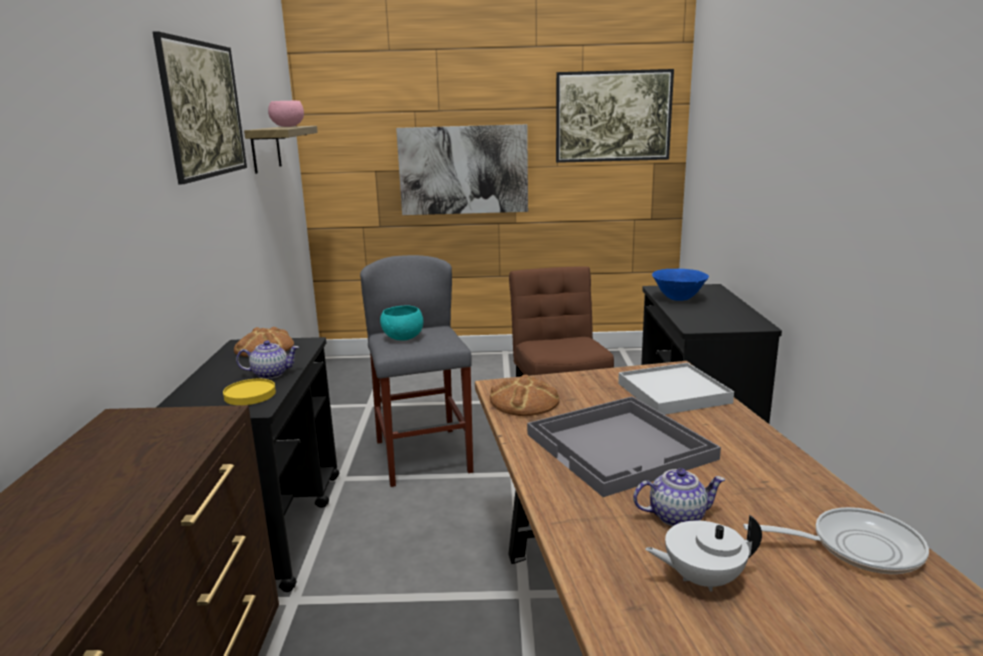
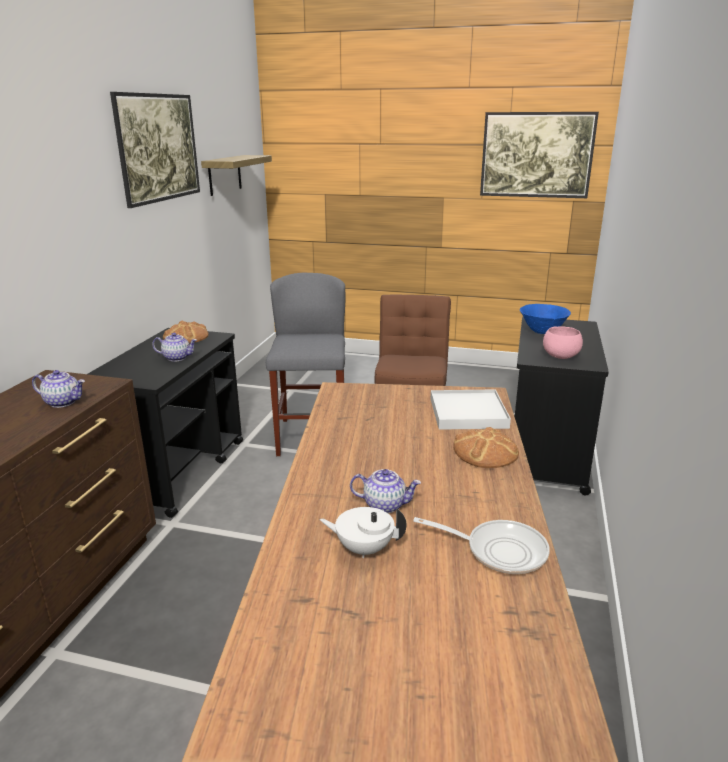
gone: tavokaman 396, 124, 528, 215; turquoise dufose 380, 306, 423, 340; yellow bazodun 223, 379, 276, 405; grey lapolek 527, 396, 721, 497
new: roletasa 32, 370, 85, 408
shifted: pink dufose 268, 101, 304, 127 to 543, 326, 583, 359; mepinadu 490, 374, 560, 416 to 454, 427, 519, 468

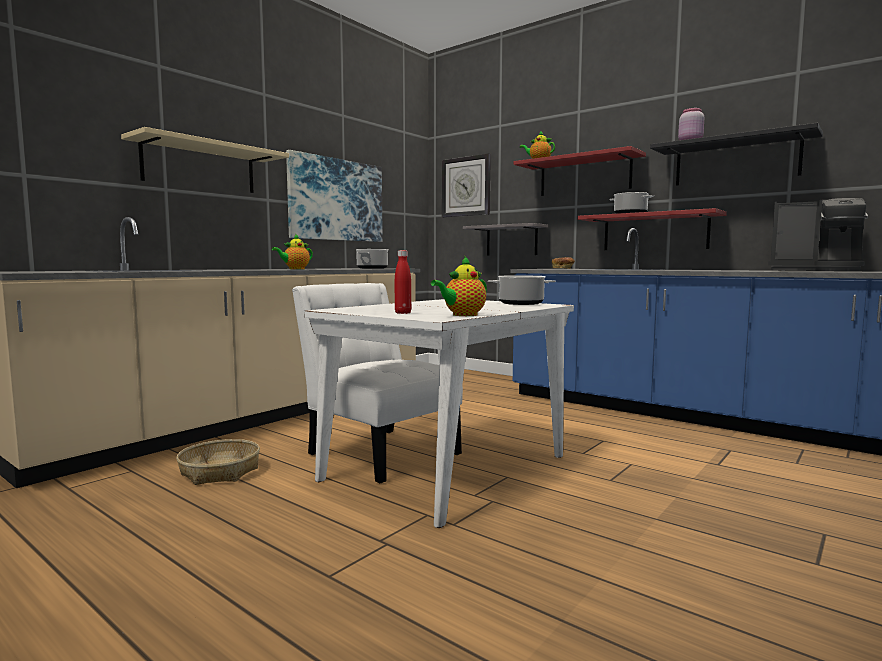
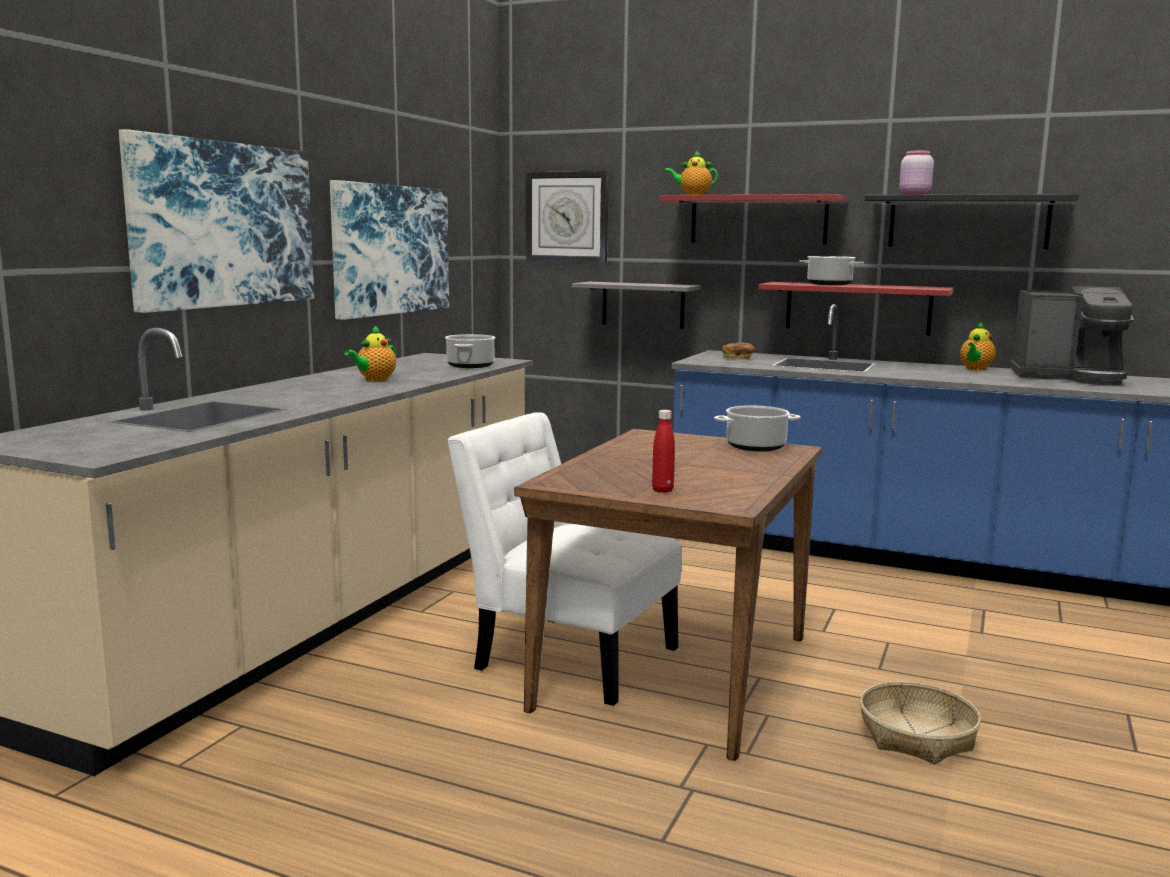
shifted: roletasa 431, 256, 487, 316 to 960, 321, 996, 370; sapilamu 176, 439, 260, 485 to 860, 682, 981, 764
swapped: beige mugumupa 121, 127, 289, 193 to tavokaman 119, 129, 314, 313
repainted: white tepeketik 304, 299, 574, 528 to brown tepeketik 514, 429, 822, 761

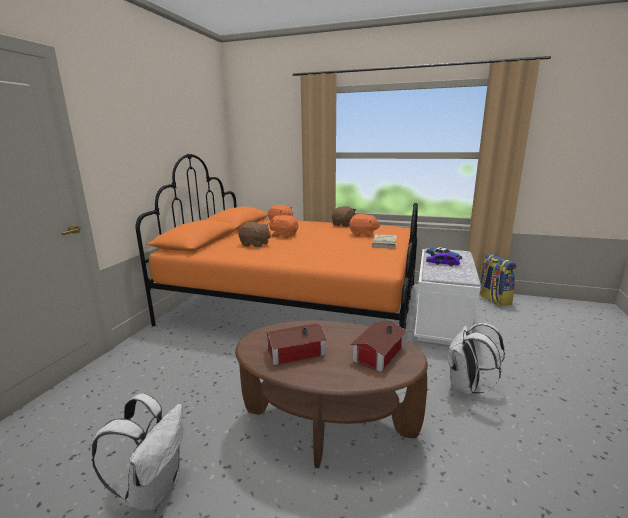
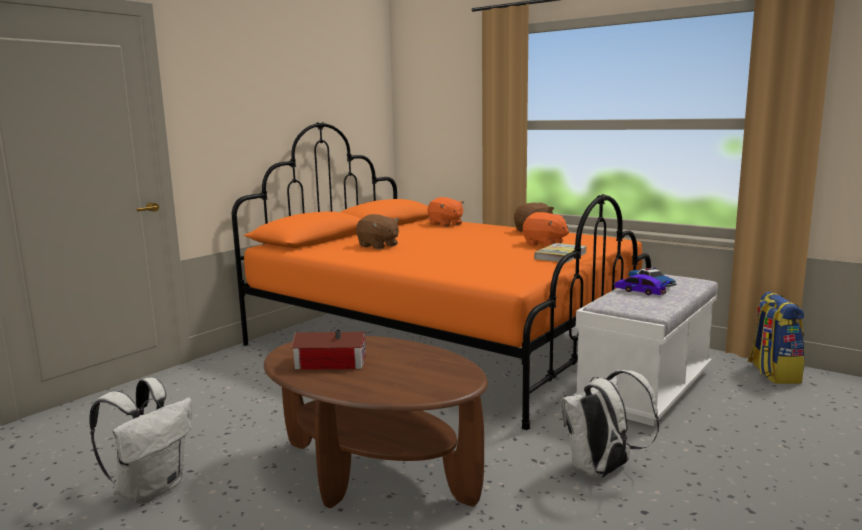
gone: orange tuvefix 269, 215, 298, 238; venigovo 350, 321, 406, 372

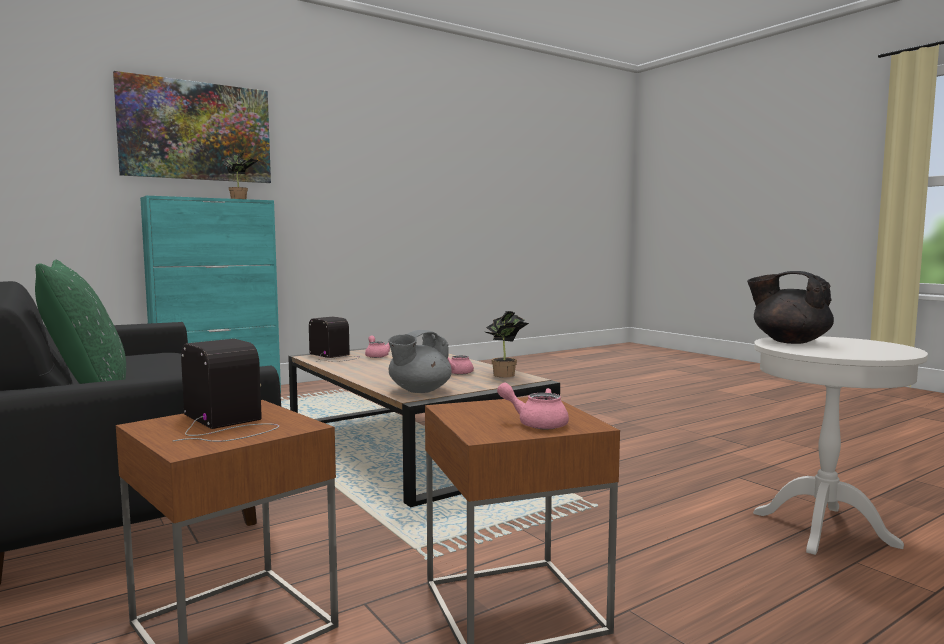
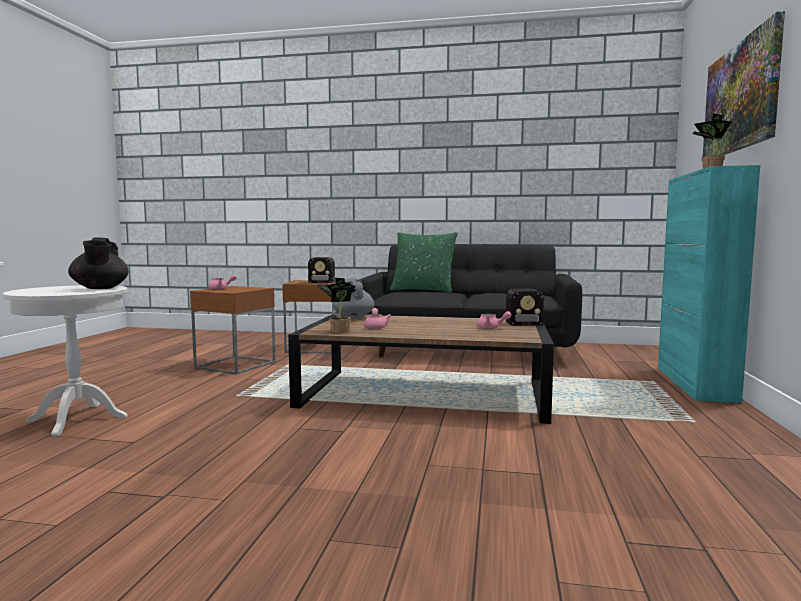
rotated: black roletasa 747, 271, 834, 344 = 68, 238, 129, 289 75 degrees clockwise

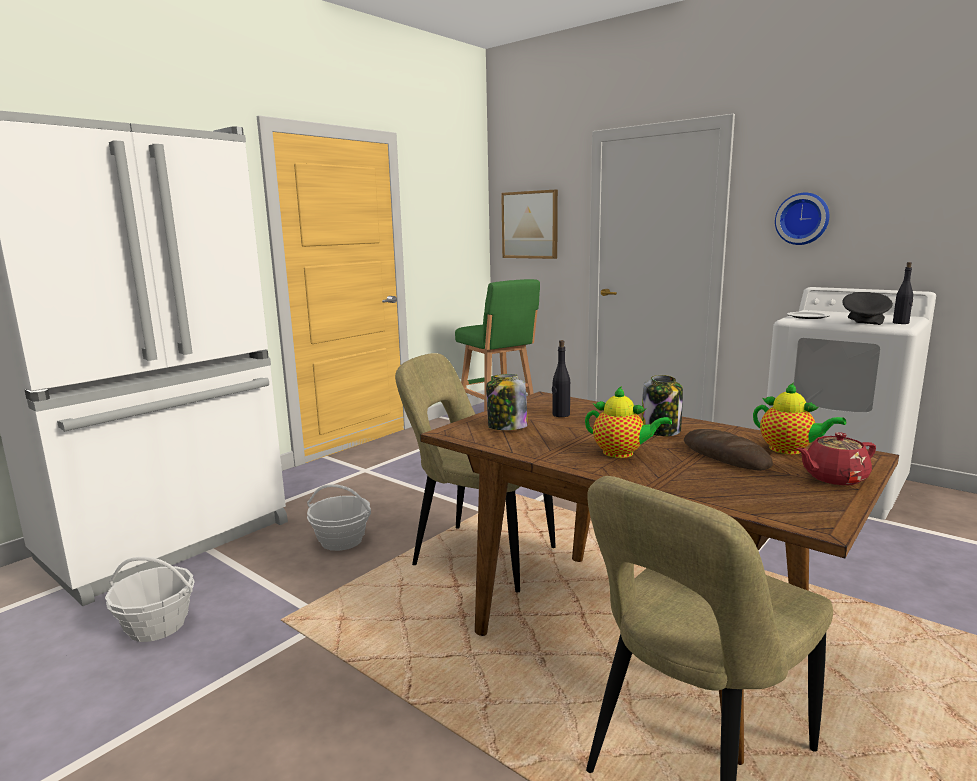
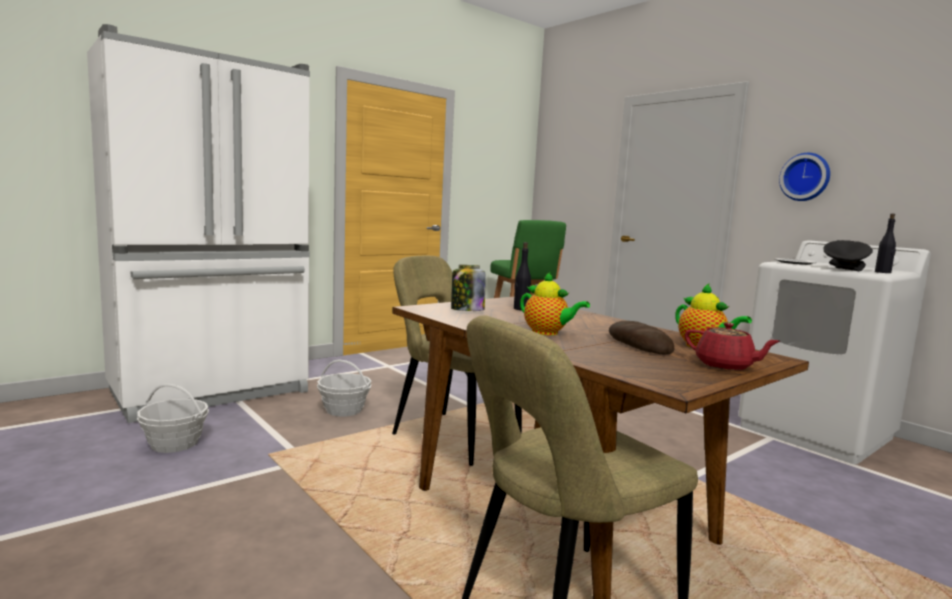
gone: tavokaman 501, 190, 558, 259; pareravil 642, 375, 683, 436
rotated: red roletasa 796, 432, 876, 485 = 685, 322, 781, 370 135 degrees counterclockwise

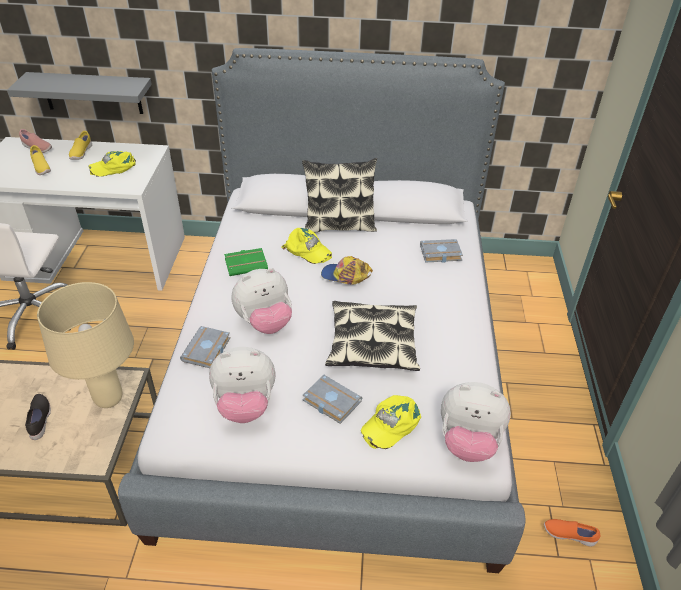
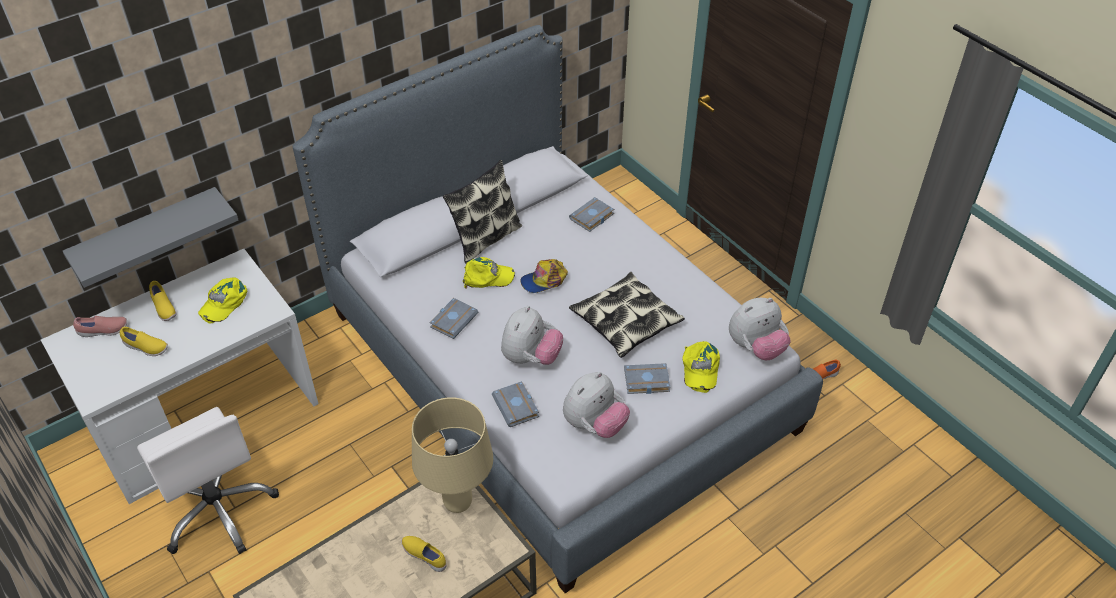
repainted: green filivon 224, 248, 268, 276 to grey filivon 430, 298, 479, 339; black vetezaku 25, 394, 51, 440 to yellow vetezaku 402, 536, 447, 572

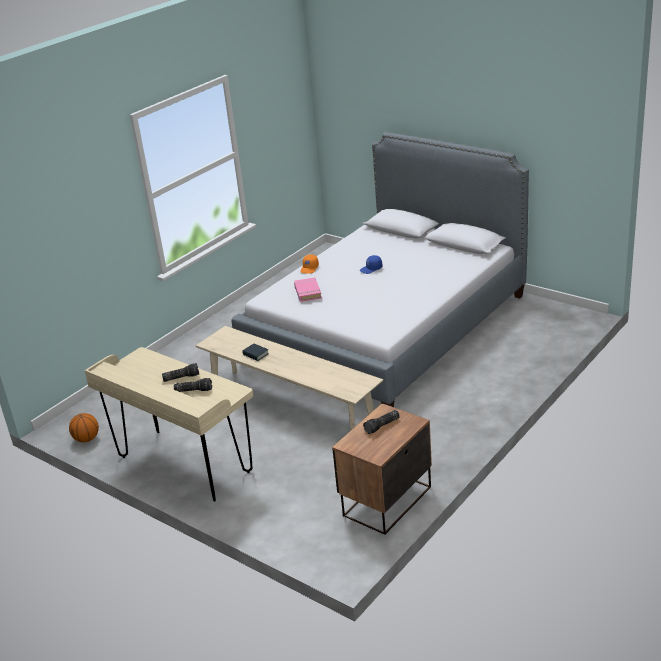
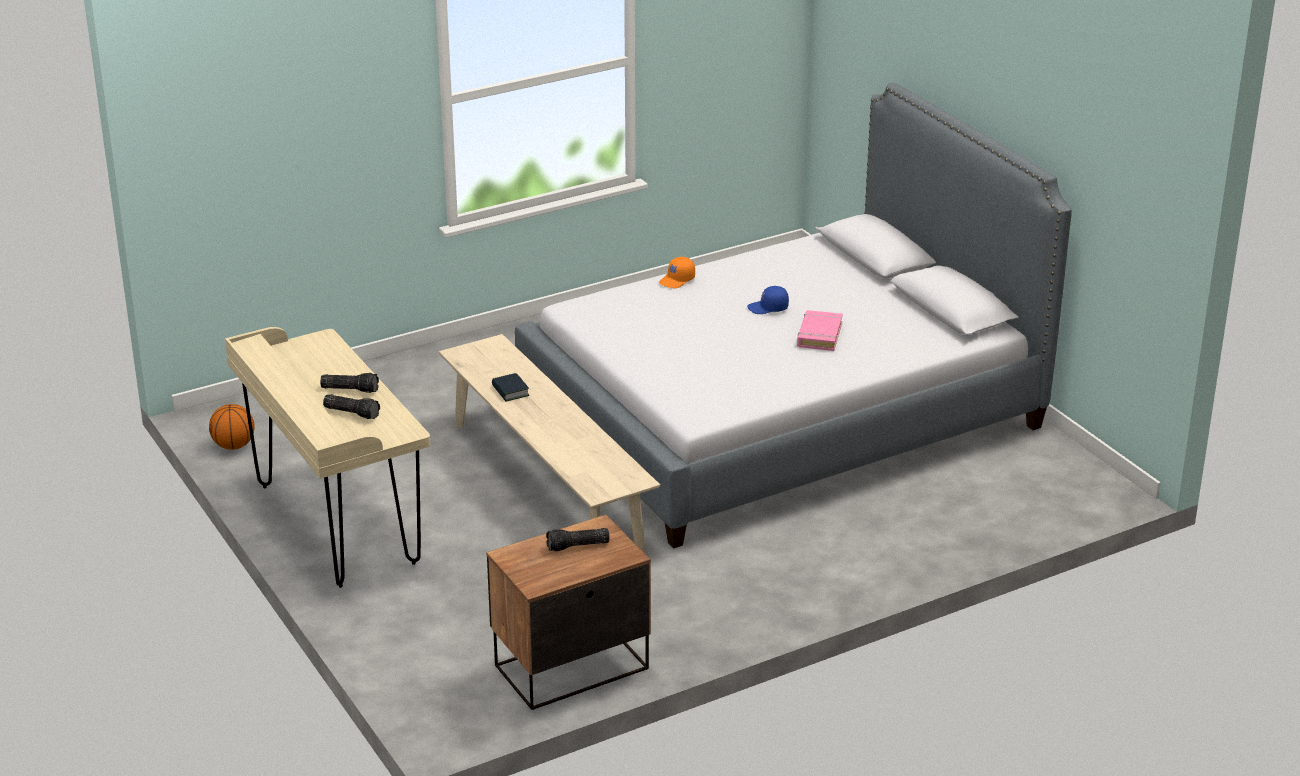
shifted: pink filivon 294, 277, 322, 302 to 797, 310, 843, 351

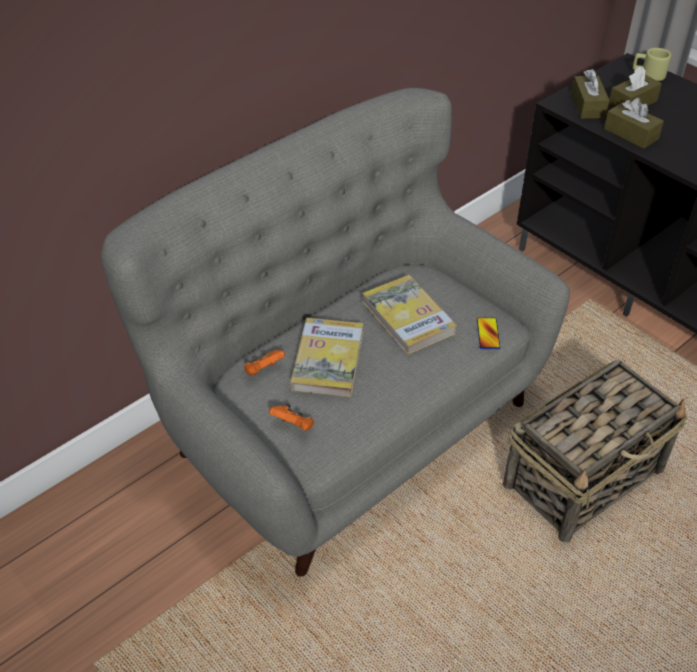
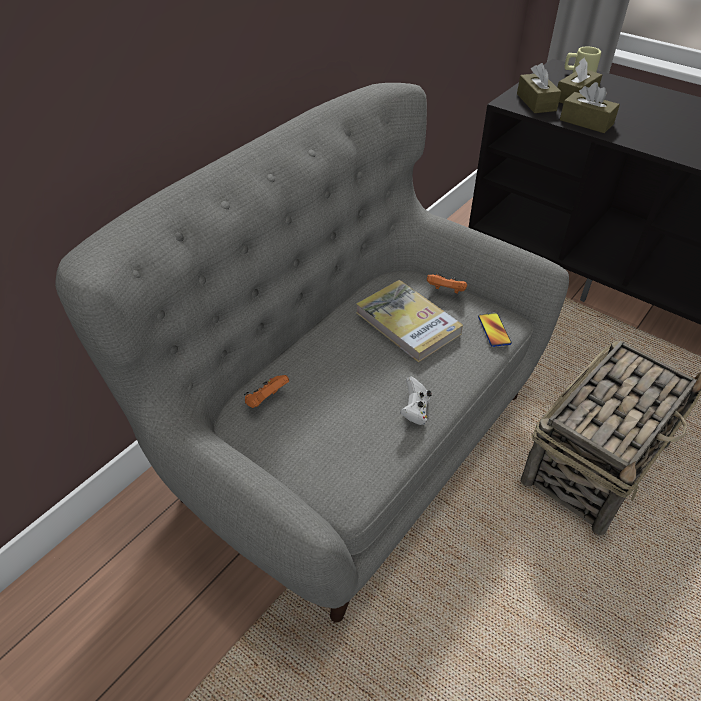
gone: filivon 291, 318, 363, 397
new: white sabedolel 400, 377, 432, 425
shifted: orange sabedolel 269, 404, 314, 430 to 427, 273, 467, 293

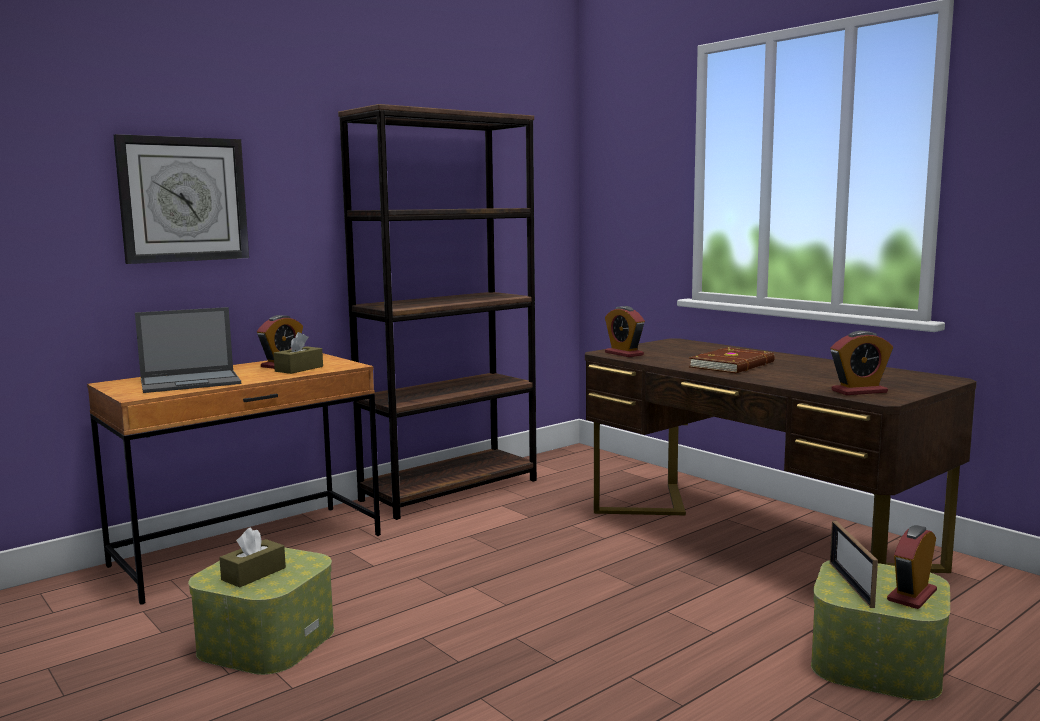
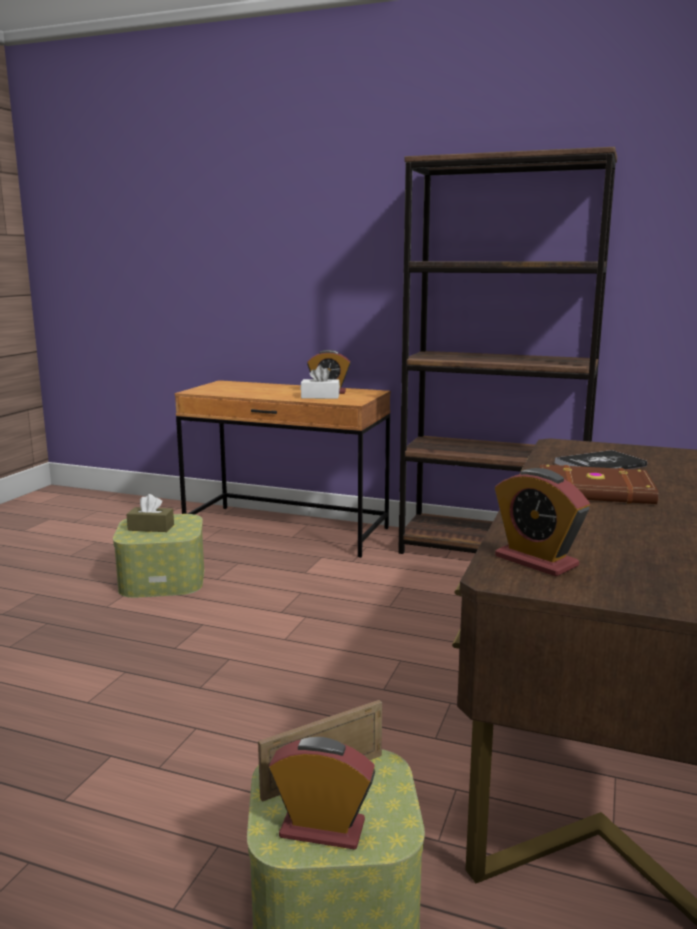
gone: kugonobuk 114, 134, 249, 264; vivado 605, 306, 645, 357; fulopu 135, 307, 241, 393
new: filivon 555, 450, 647, 469
repainted: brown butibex 274, 332, 323, 374 to white butibex 301, 365, 340, 399

